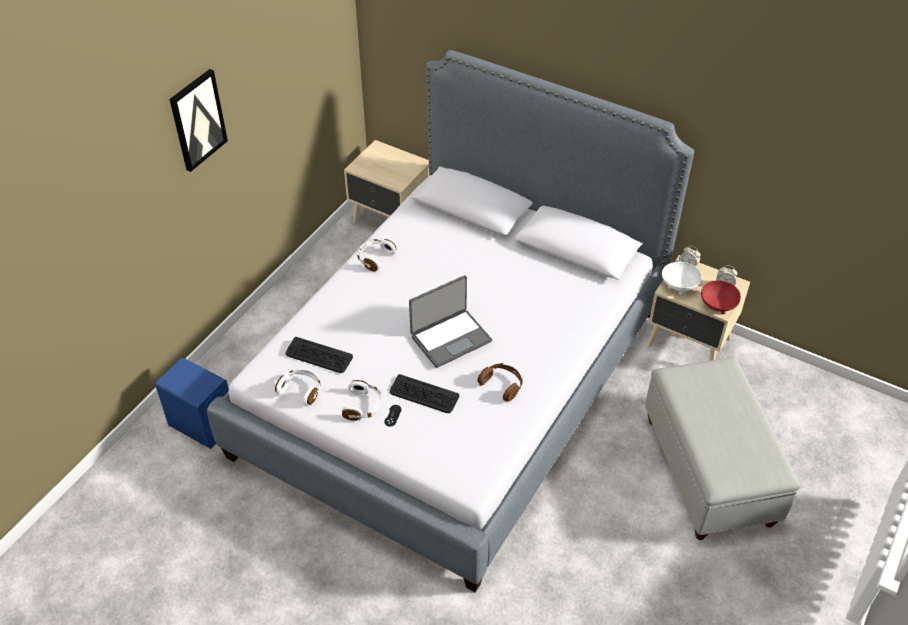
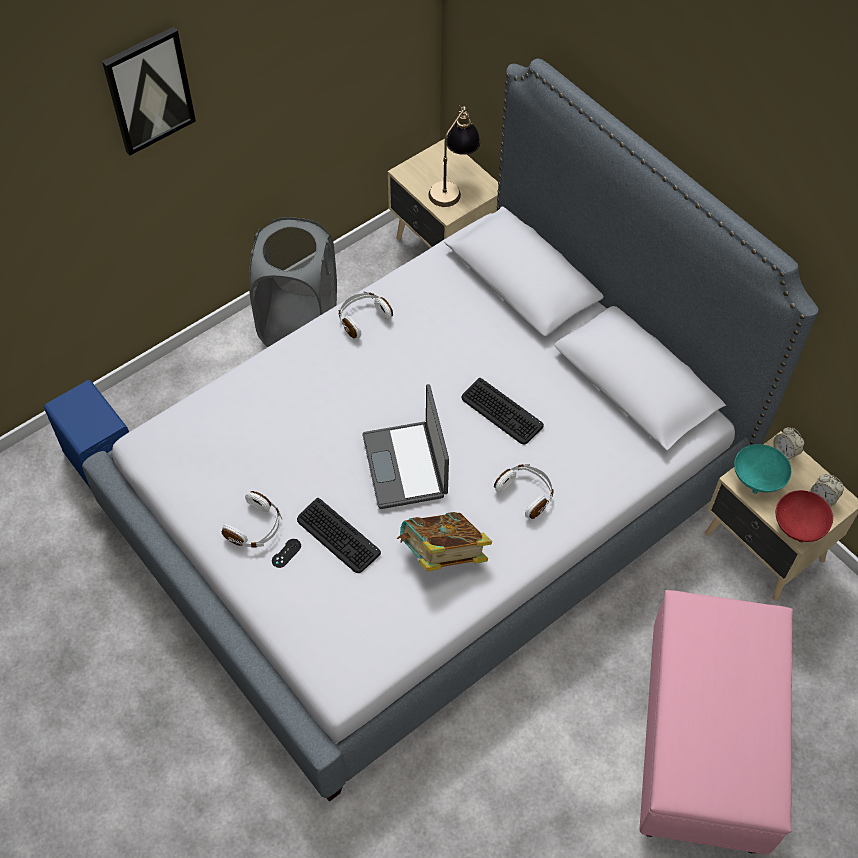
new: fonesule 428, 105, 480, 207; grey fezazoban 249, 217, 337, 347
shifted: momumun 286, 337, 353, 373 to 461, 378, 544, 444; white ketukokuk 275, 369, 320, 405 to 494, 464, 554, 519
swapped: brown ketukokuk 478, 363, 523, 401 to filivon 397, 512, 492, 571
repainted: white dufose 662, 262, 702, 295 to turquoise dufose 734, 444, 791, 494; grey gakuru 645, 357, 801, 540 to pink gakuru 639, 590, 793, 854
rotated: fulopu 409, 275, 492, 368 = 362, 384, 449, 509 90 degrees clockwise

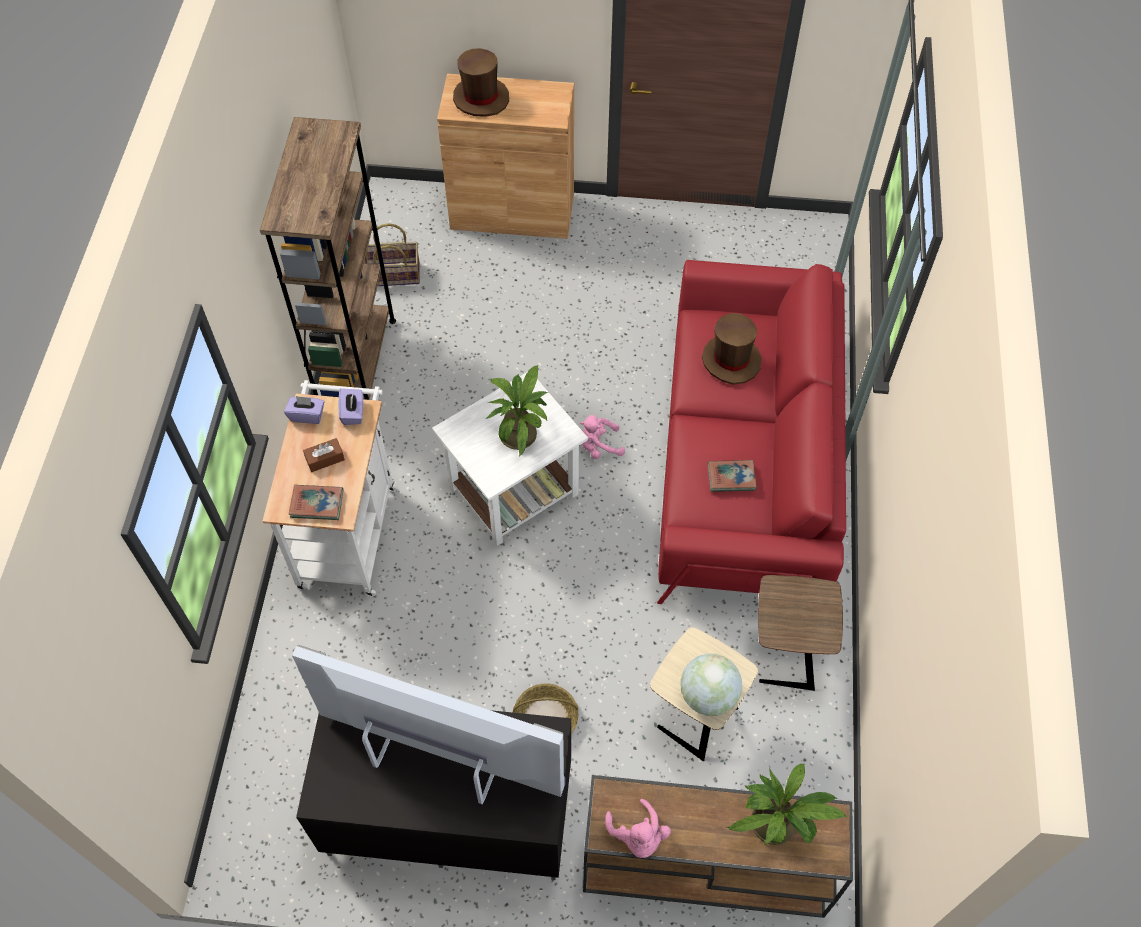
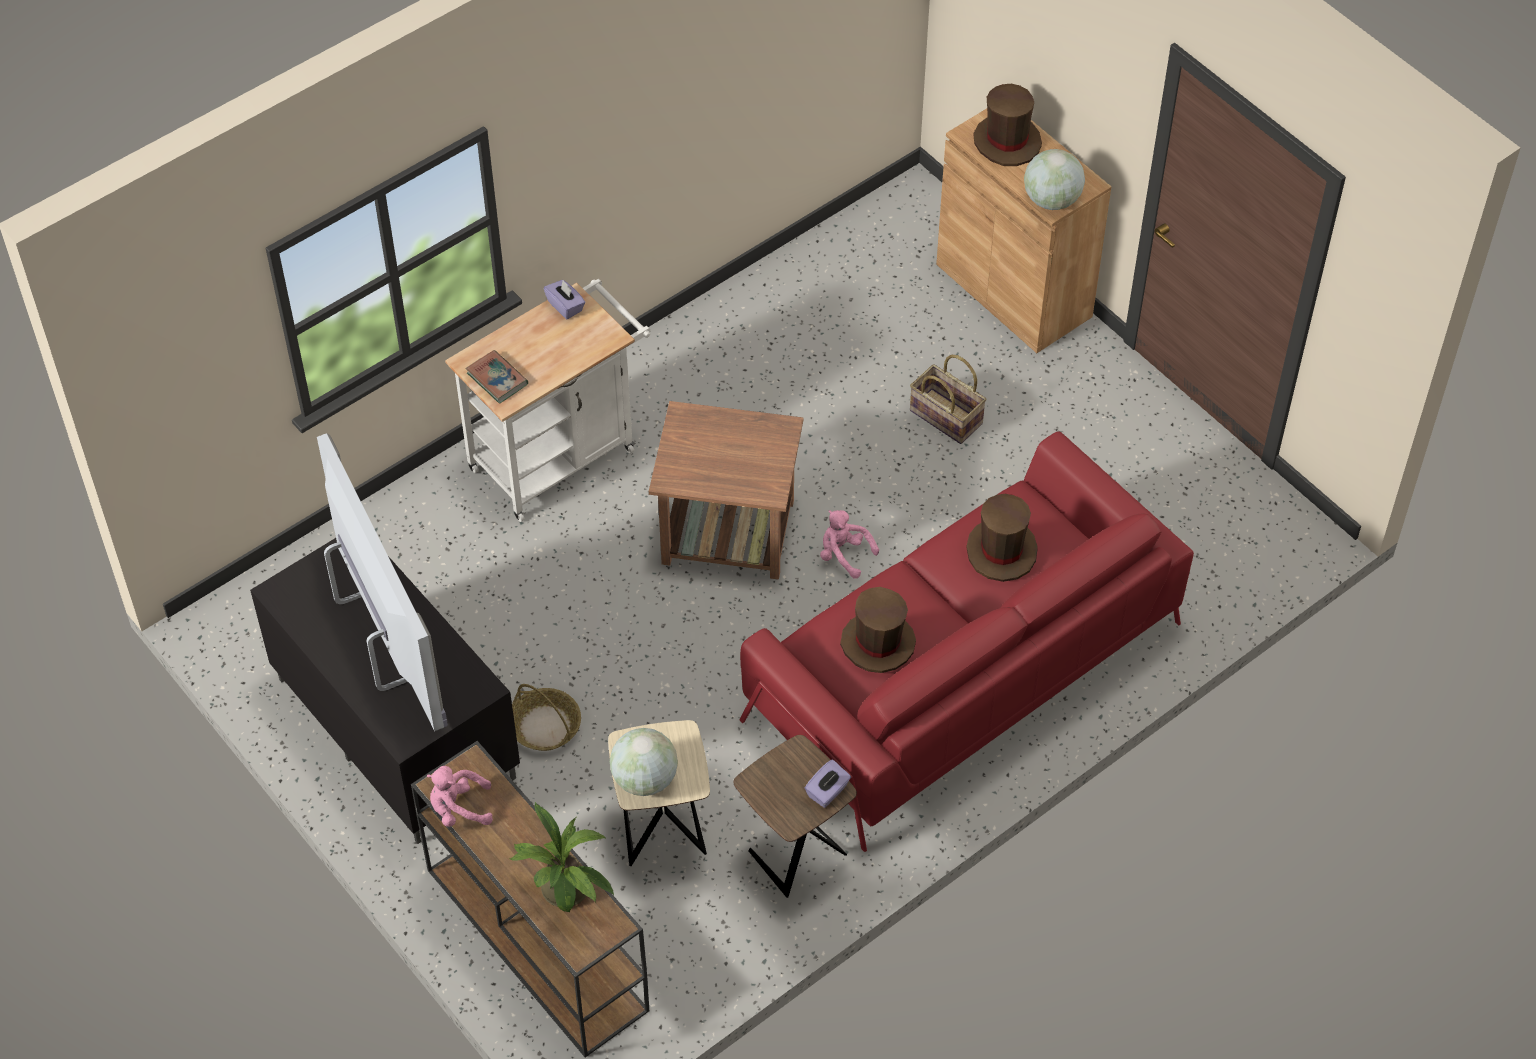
gone: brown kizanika 260, 117, 396, 400; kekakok 486, 365, 548, 457; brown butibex 303, 438, 345, 472
new: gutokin 1024, 149, 1085, 210
shifted: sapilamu 364, 223, 420, 286 to 910, 355, 987, 444; purple butibex 339, 388, 363, 425 to 805, 760, 851, 808
swapped: filivon 708, 460, 757, 492 to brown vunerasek 840, 587, 916, 673
repainted: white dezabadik 432, 372, 588, 546 to brown dezabadik 649, 401, 803, 580
rotated: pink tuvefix 605, 799, 671, 858 = 427, 766, 493, 827 60 degrees clockwise

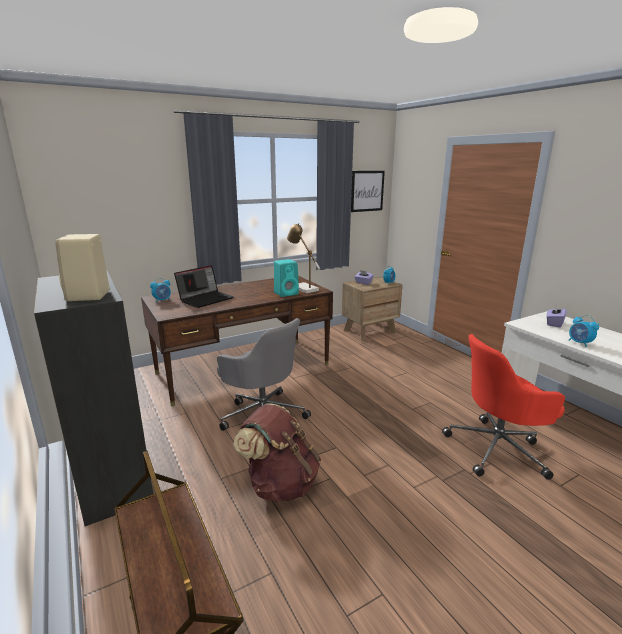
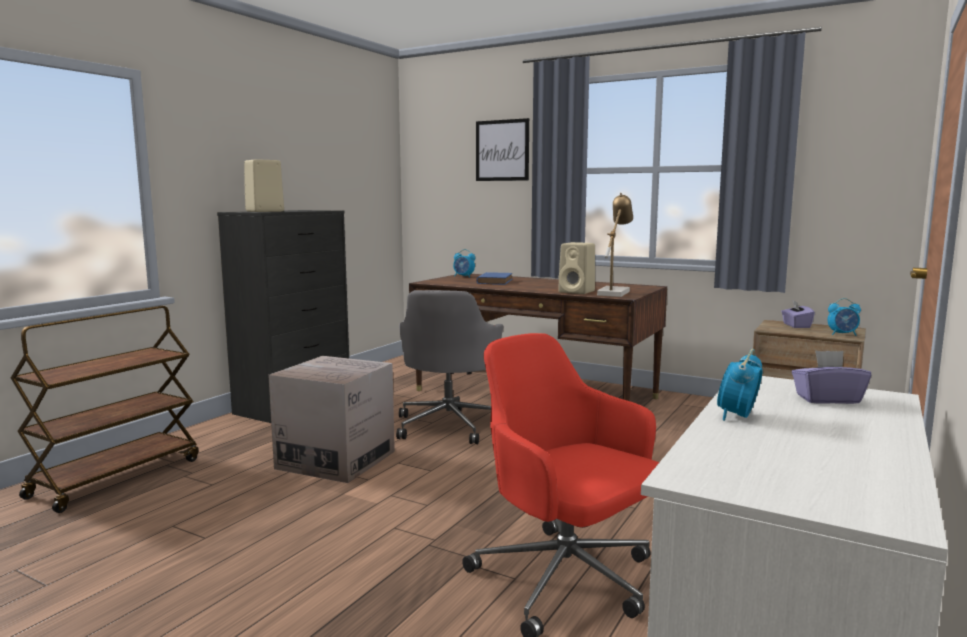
shifted: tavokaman 351, 171, 385, 212 to 476, 118, 529, 181
swapped: fulopu 174, 265, 234, 308 to blue filivon 476, 272, 512, 285; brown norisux 233, 403, 321, 503 to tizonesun 268, 356, 395, 483
repainted: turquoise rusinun 274, 259, 299, 297 to beige rusinun 558, 242, 595, 294

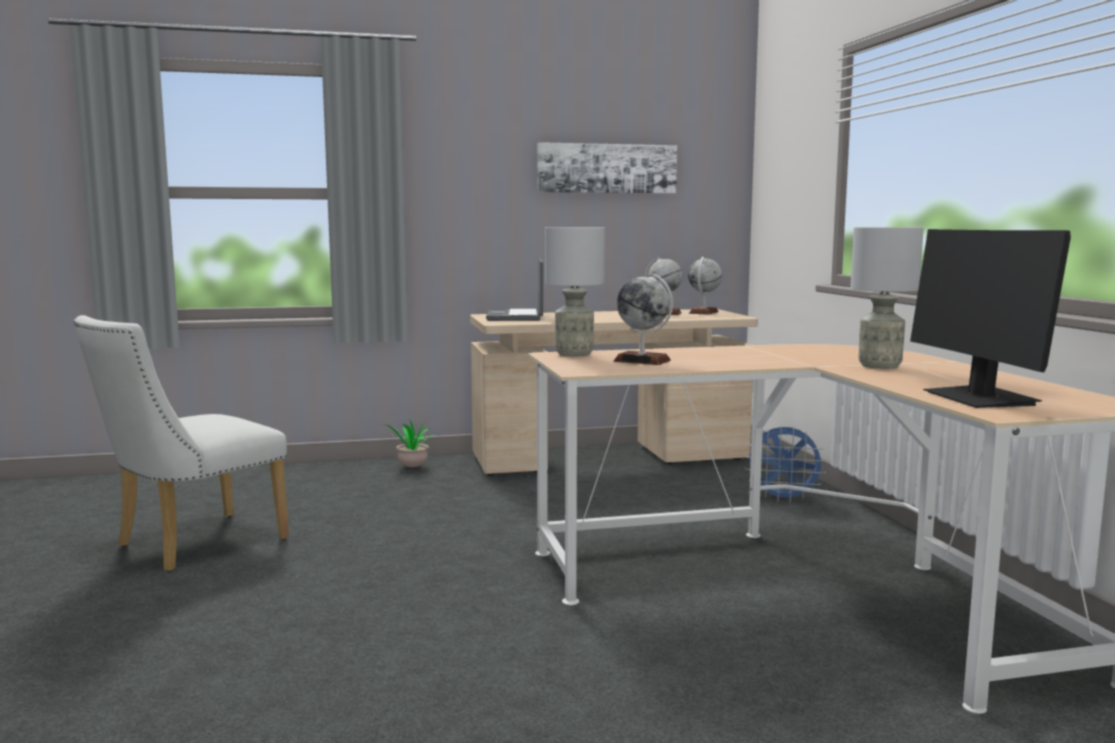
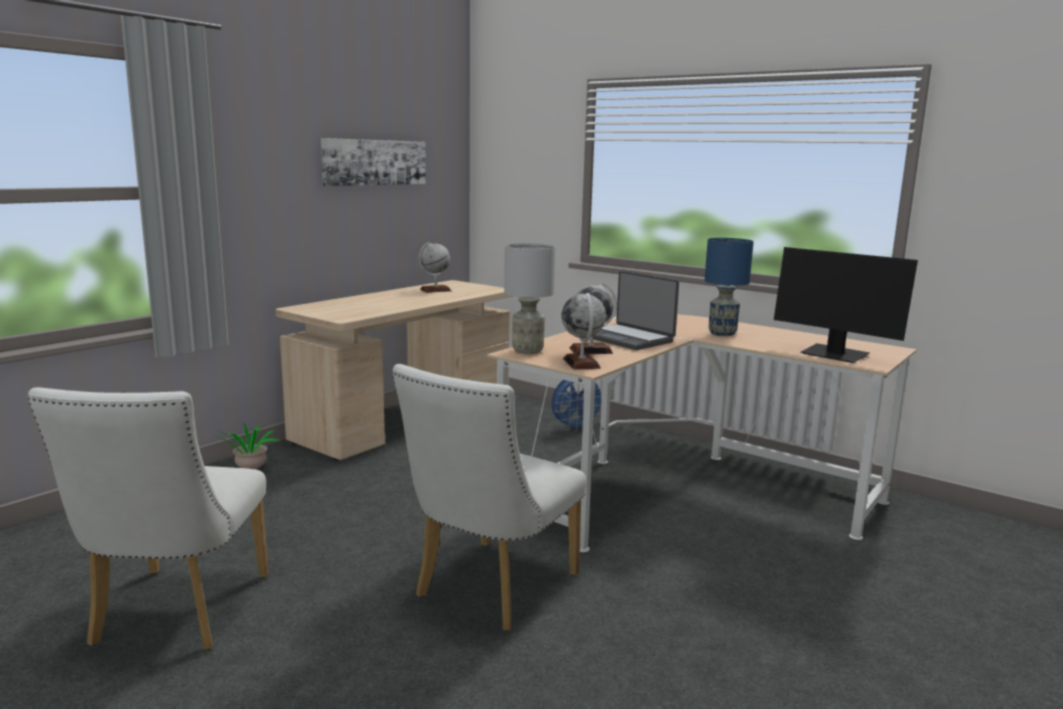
new: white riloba 392, 364, 586, 631
shifted: gutokin 688, 257, 722, 315 to 561, 293, 606, 370; fulopu 486, 259, 543, 321 to 593, 271, 679, 350
repainted: grey fonesule 850, 227, 924, 369 to blue fonesule 704, 238, 754, 336

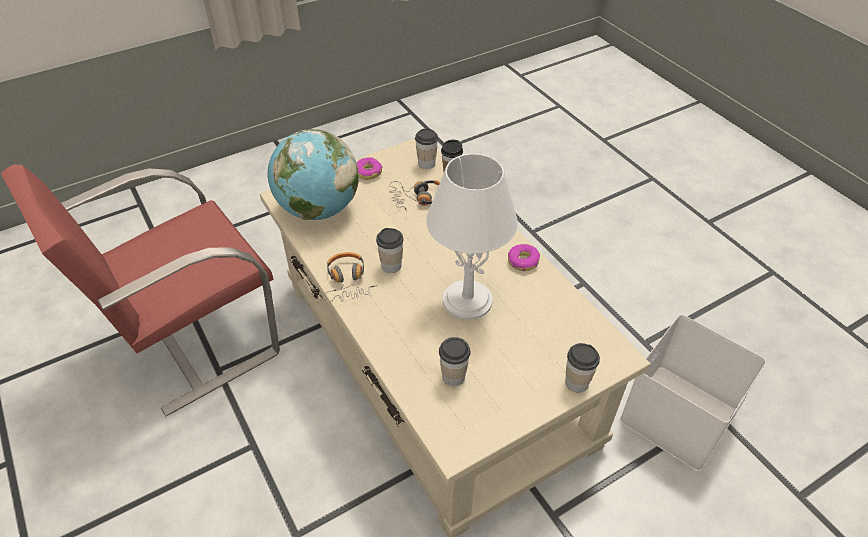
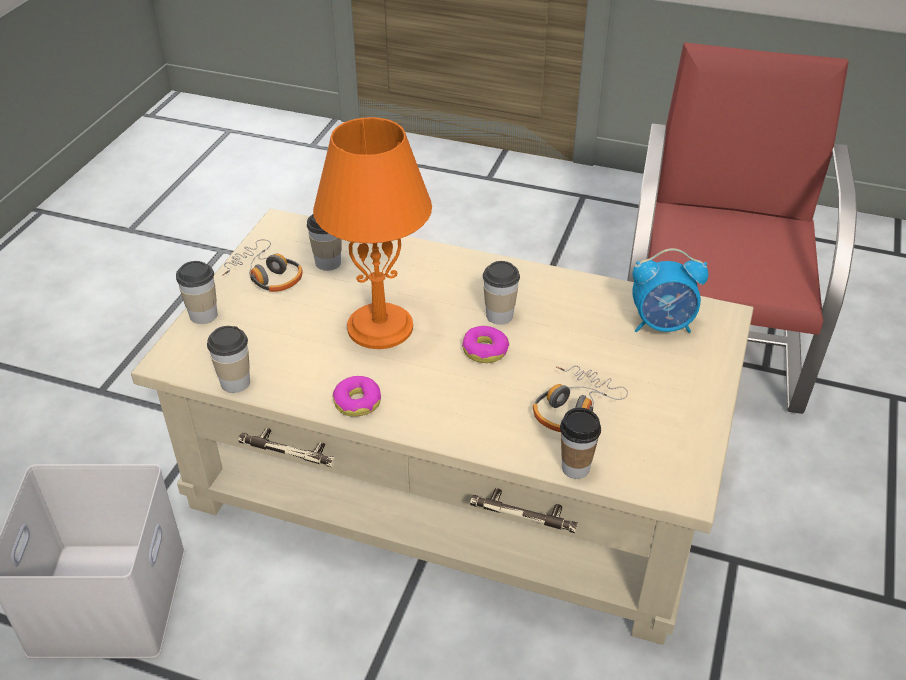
shifted: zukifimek 415, 128, 438, 169 to 207, 326, 250, 393; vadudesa 357, 158, 382, 180 to 462, 326, 509, 363; ketukokuk 323, 252, 377, 302 to 223, 239, 303, 292
swapped: gutokin 267, 129, 359, 220 to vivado 632, 248, 708, 333
repainted: white fonesule 426, 153, 518, 320 to orange fonesule 313, 117, 432, 349

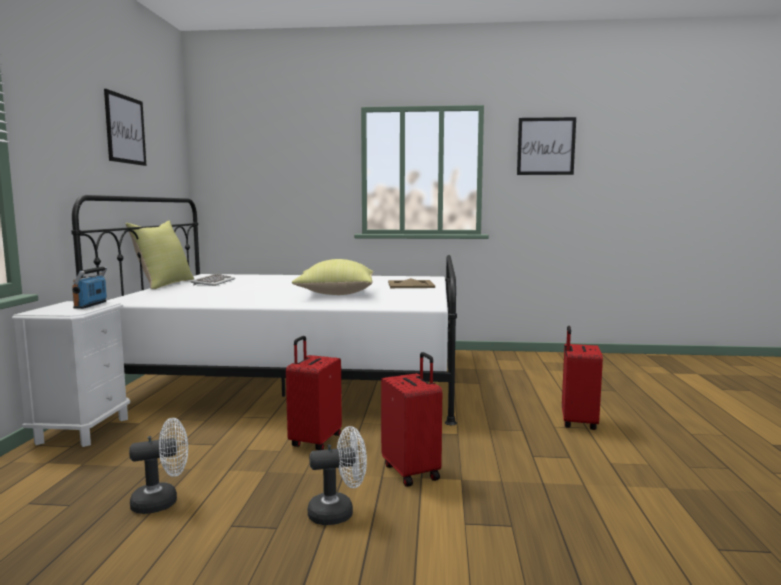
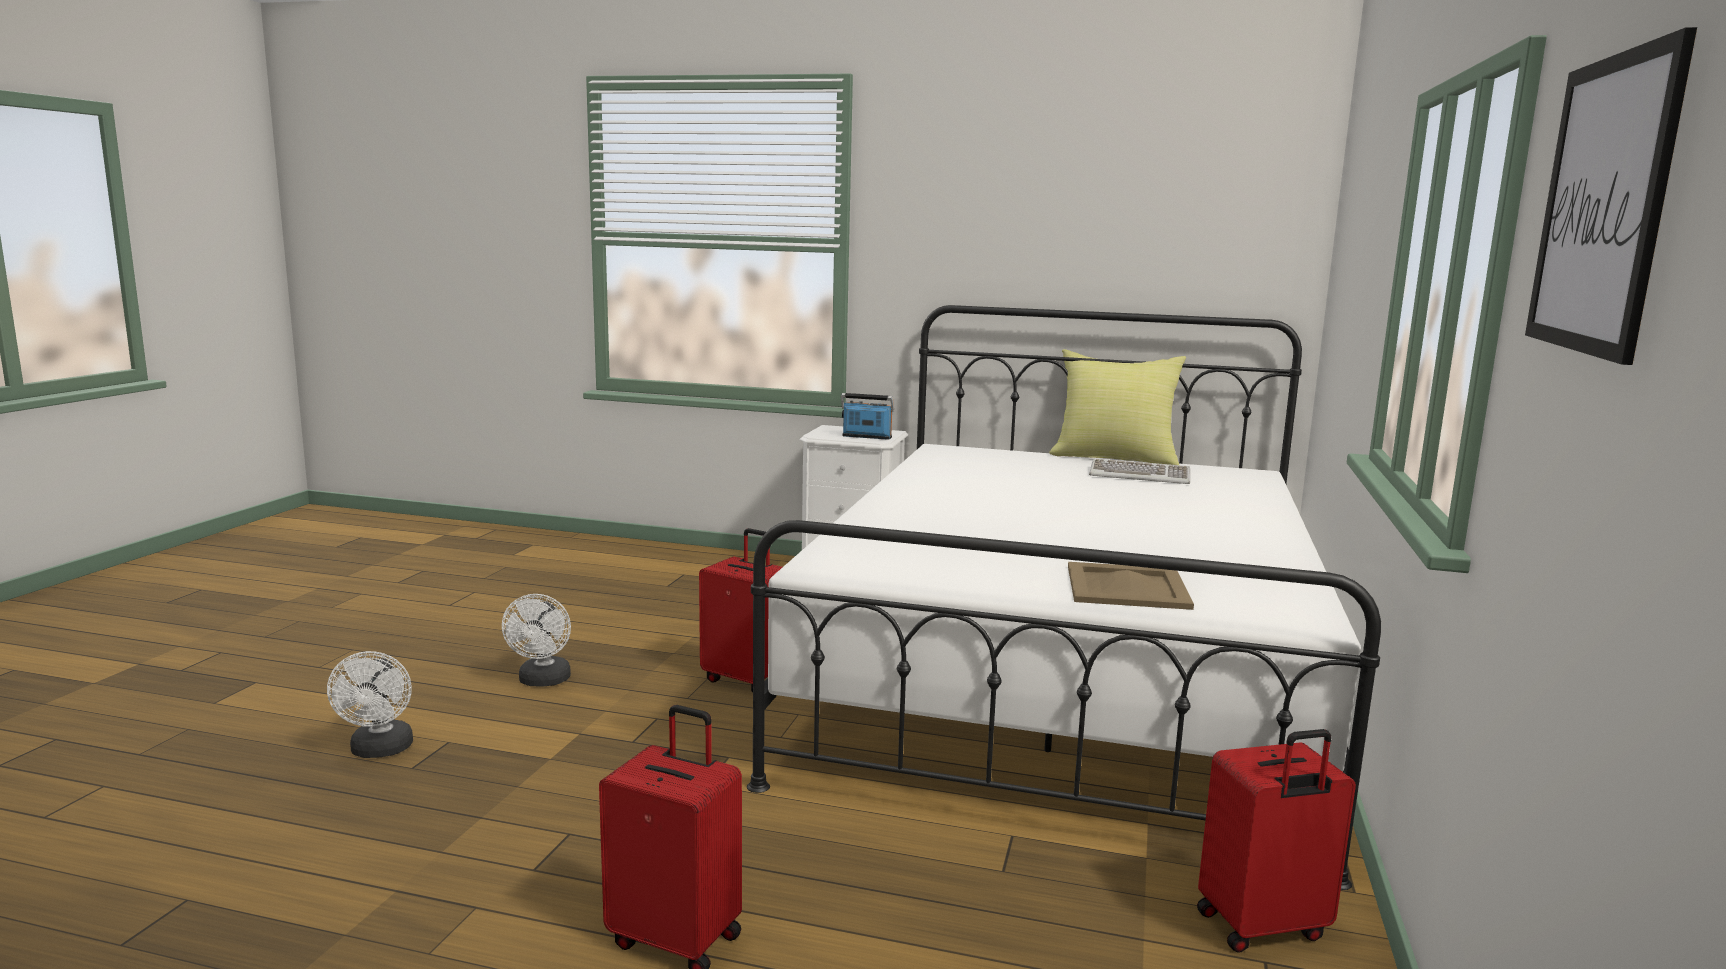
gone: tavokaman 104, 89, 146, 166; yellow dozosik 292, 259, 373, 295
shifted: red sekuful 381, 352, 442, 487 to 1197, 729, 1356, 953; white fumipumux 129, 418, 188, 514 to 327, 651, 413, 758

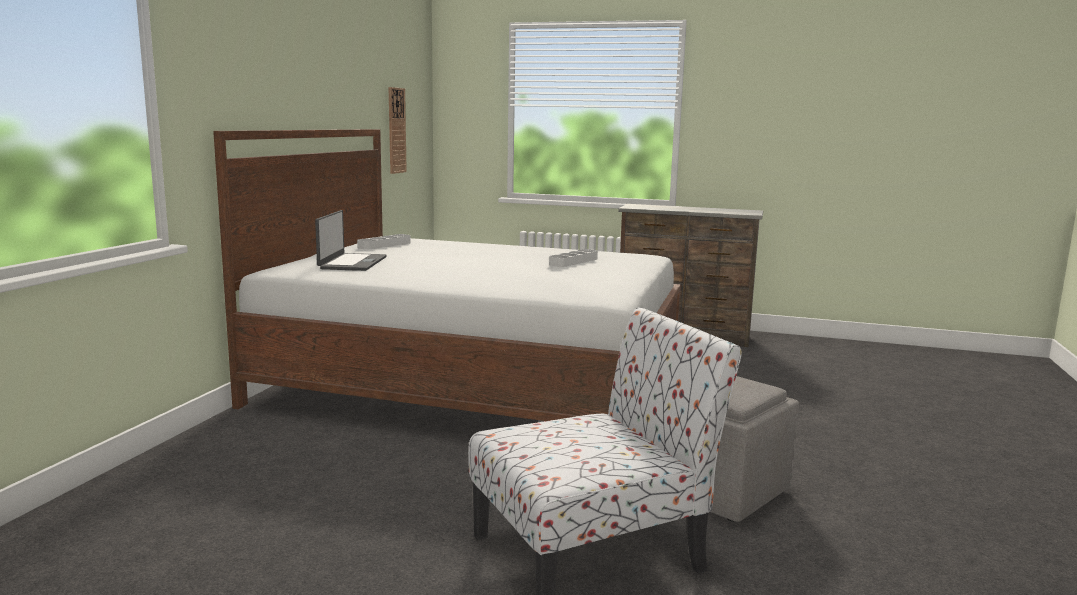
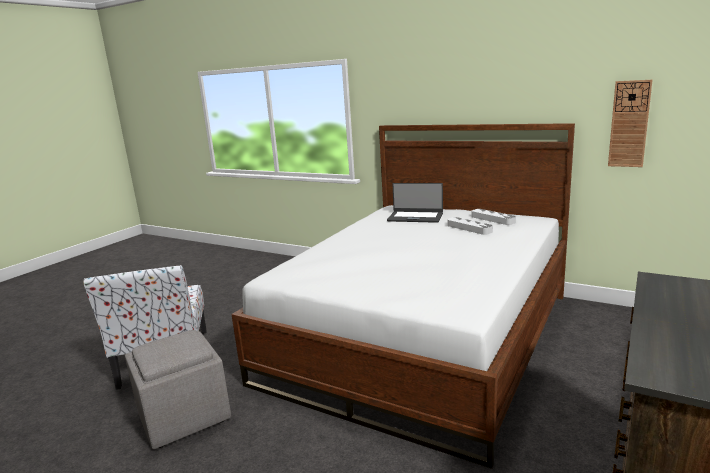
shifted: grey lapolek 549, 249, 598, 267 to 447, 217, 493, 235

